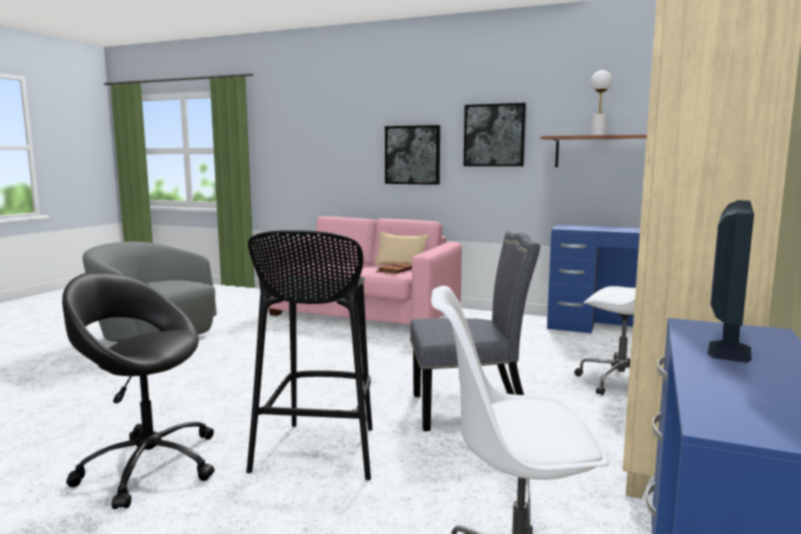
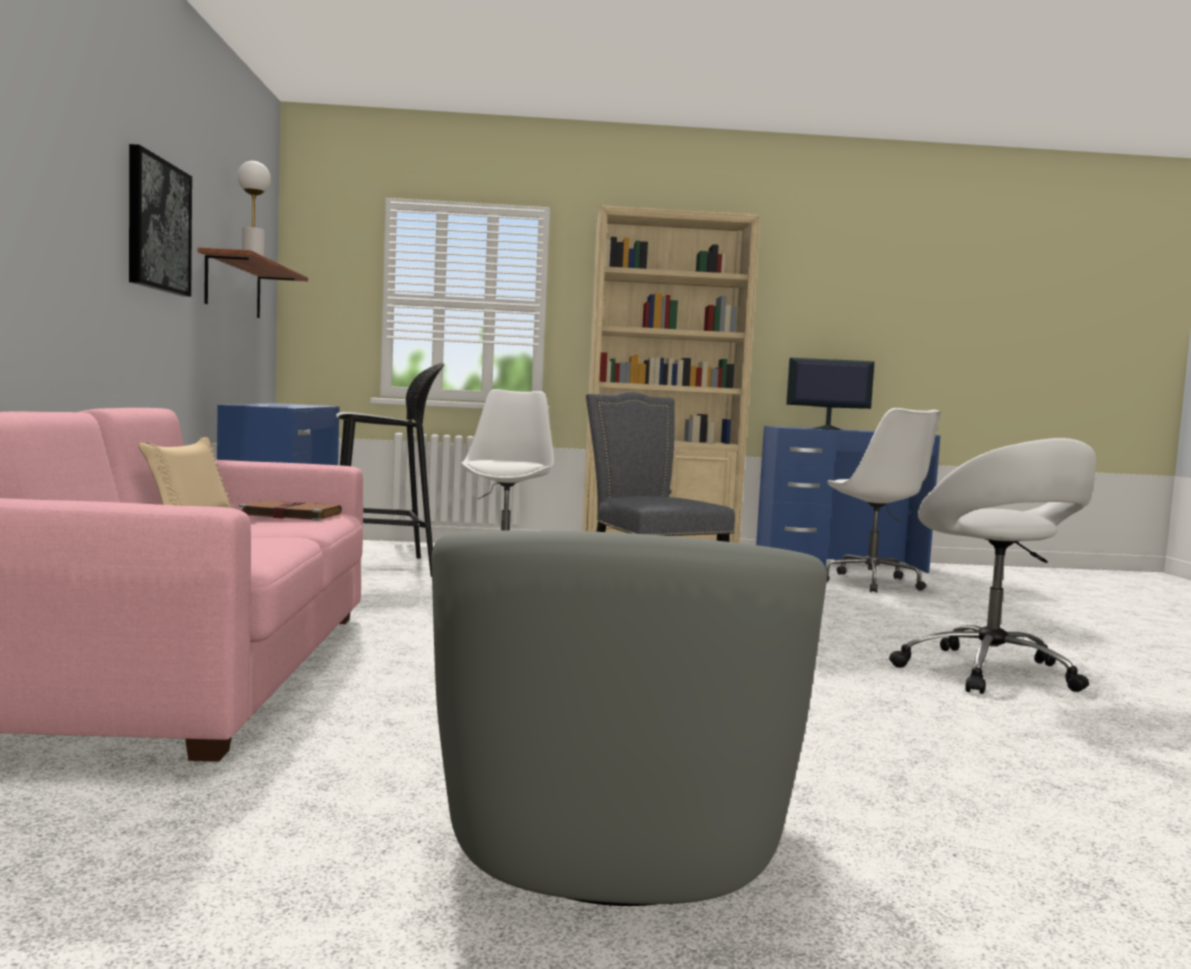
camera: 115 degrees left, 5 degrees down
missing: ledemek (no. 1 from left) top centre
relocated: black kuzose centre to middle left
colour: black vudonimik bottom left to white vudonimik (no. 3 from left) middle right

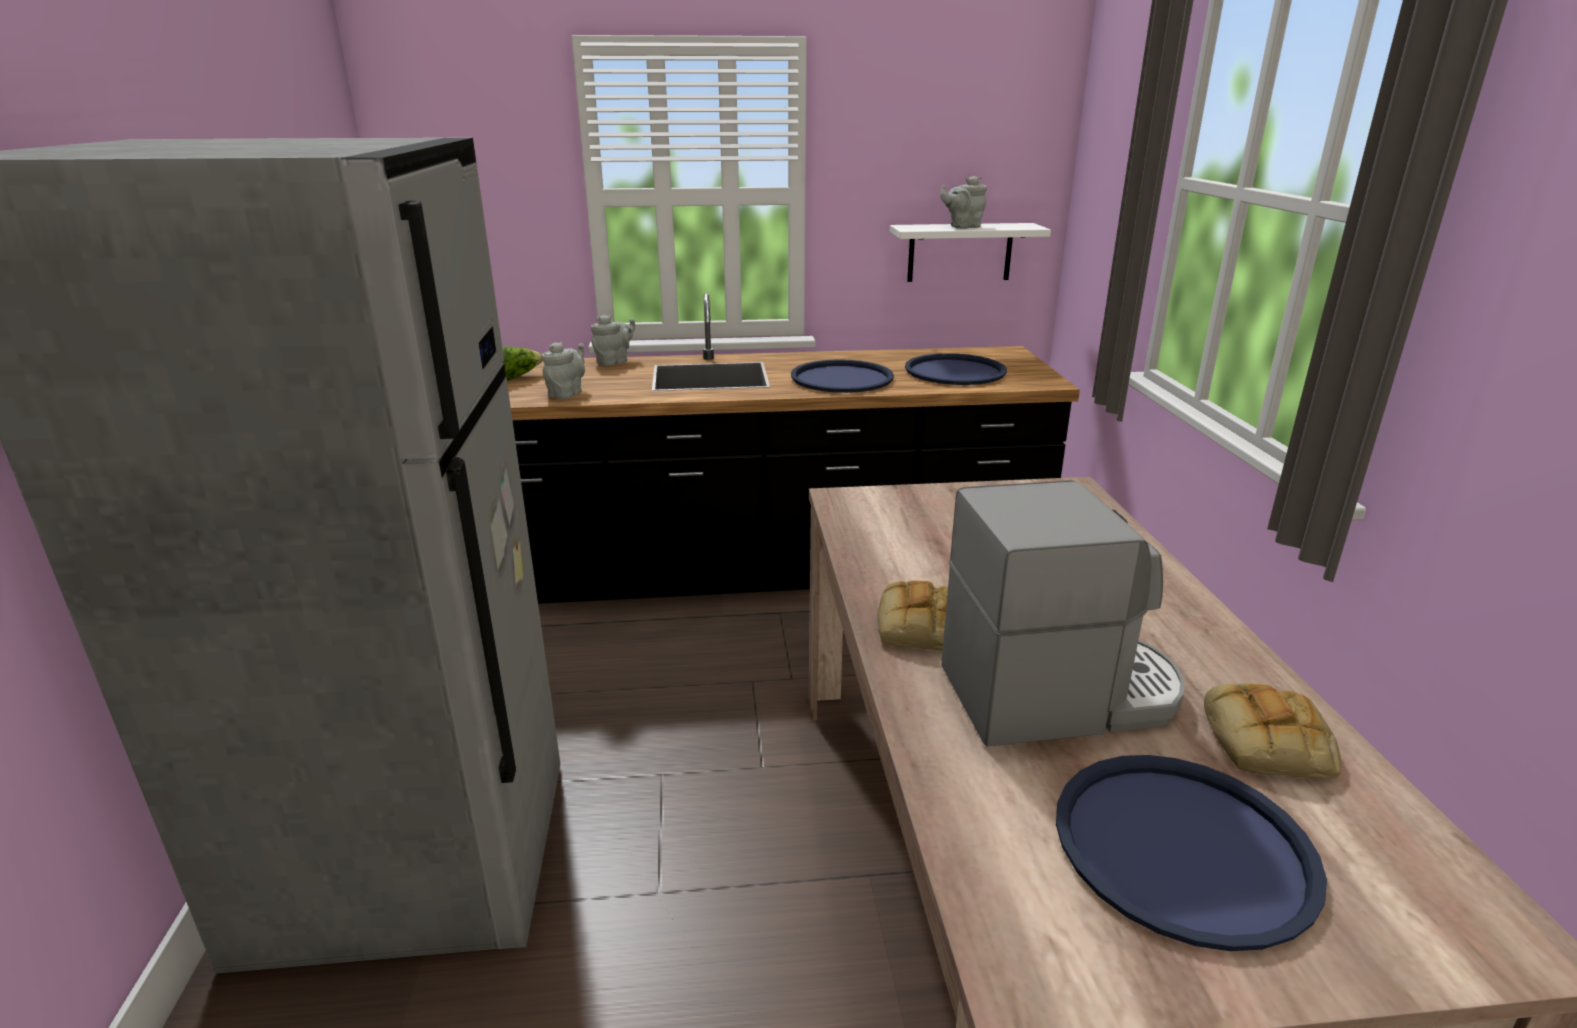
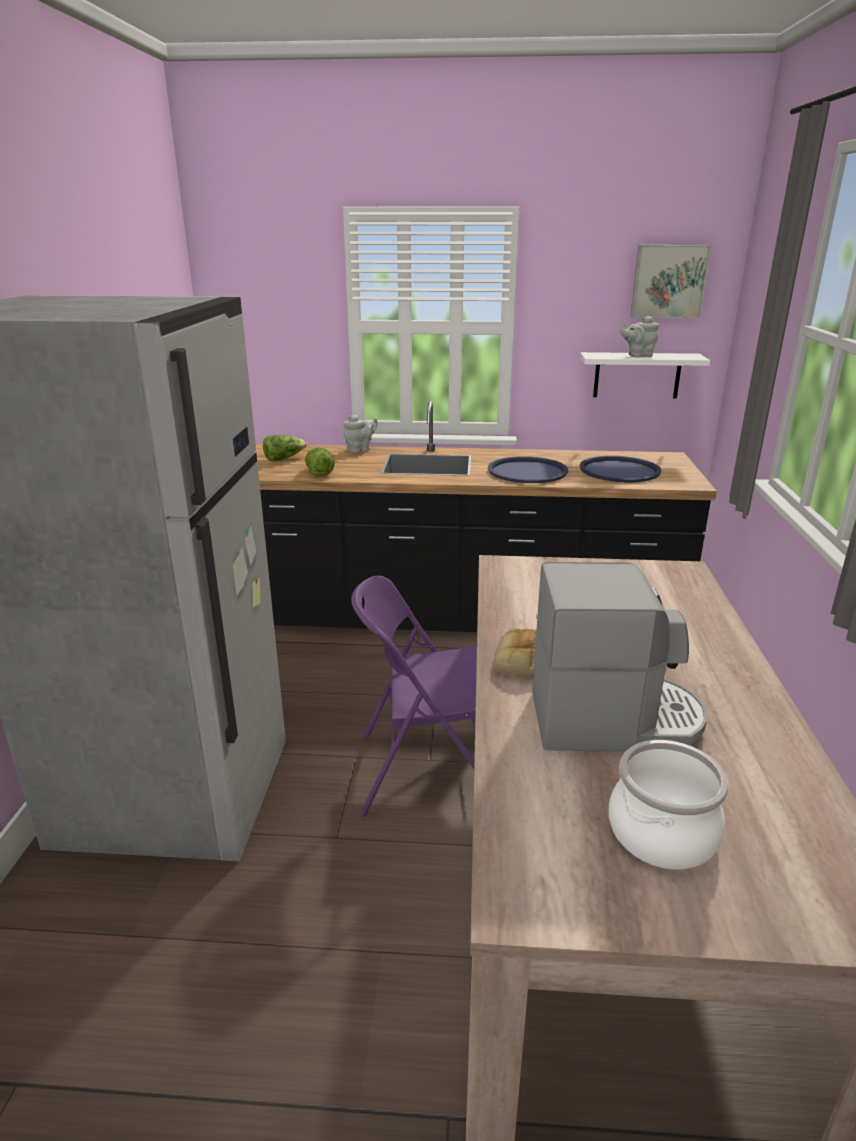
camera: 10 degrees right, 0 degrees up
missing: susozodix (no. 2 from left) bottom right
appeared: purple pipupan centre; ledemek top right
exchanged: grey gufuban (no. 1 from left) centre to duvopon (no. 2 from left) centre; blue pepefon (no. 3 from left) bottom right to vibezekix bottom right

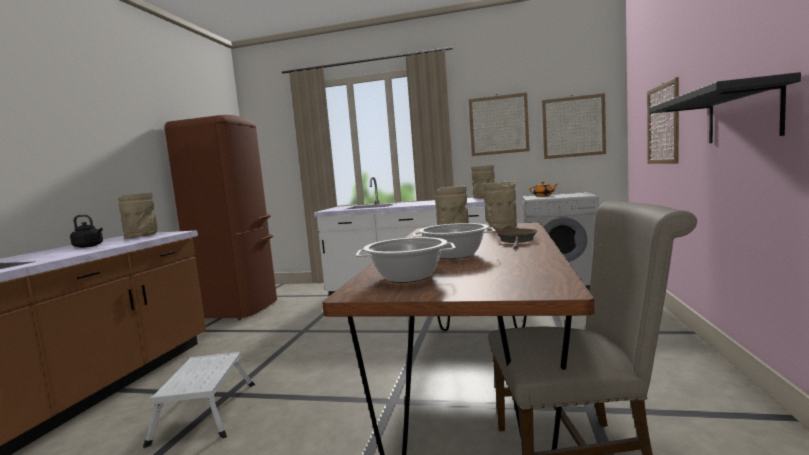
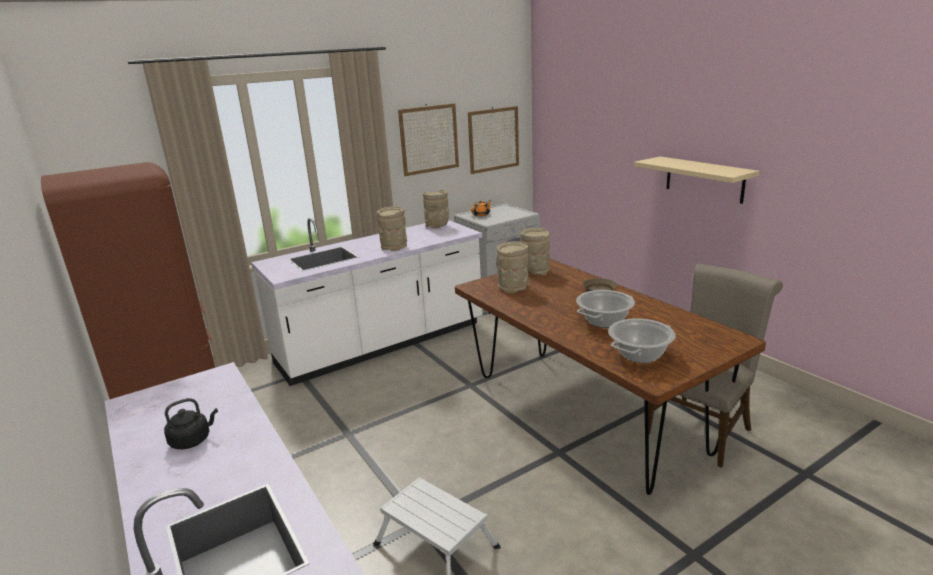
camera: 45 degrees left, 15 degrees up
missing: ledemek (no. 3 from left) top right
relocated: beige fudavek (no. 1 from left) middle left to centre
colour: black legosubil top right to beige legosubil top right

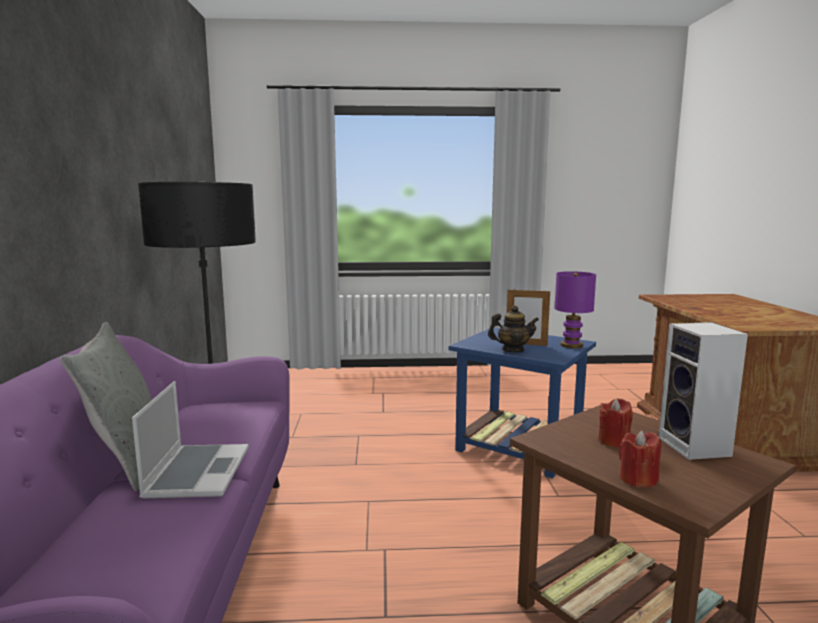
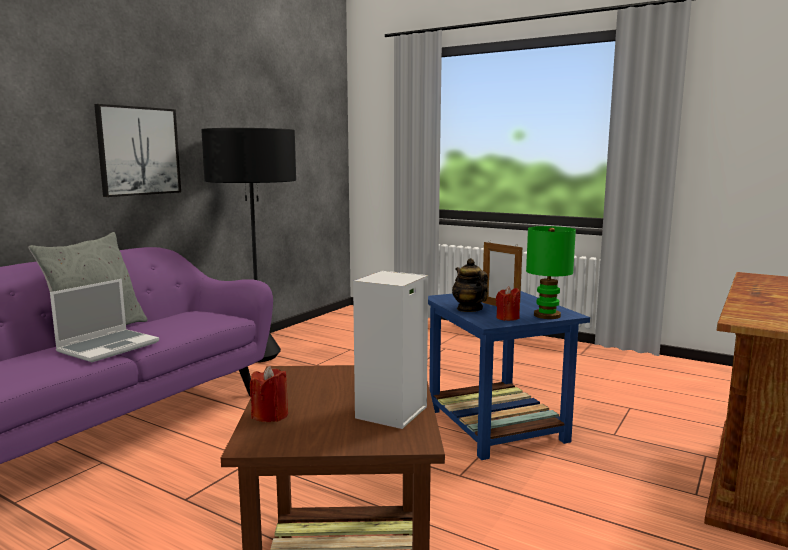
camera: 35 degrees right, 0 degrees up
appeared: ledemek top left
relocated: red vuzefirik (no. 1 from left in the first image) bottom right to red vuzefirik (no. 2 from left) centre
colour: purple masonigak middle right to green masonigak middle right
spun: gufuban centre = centre 150 degrees counterclockwise

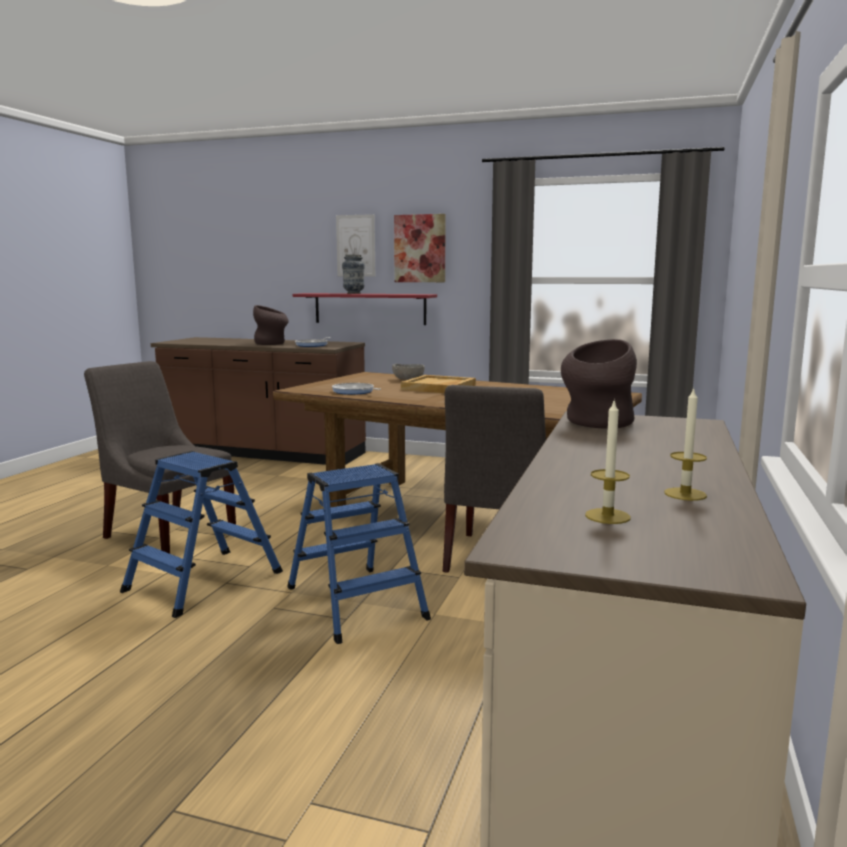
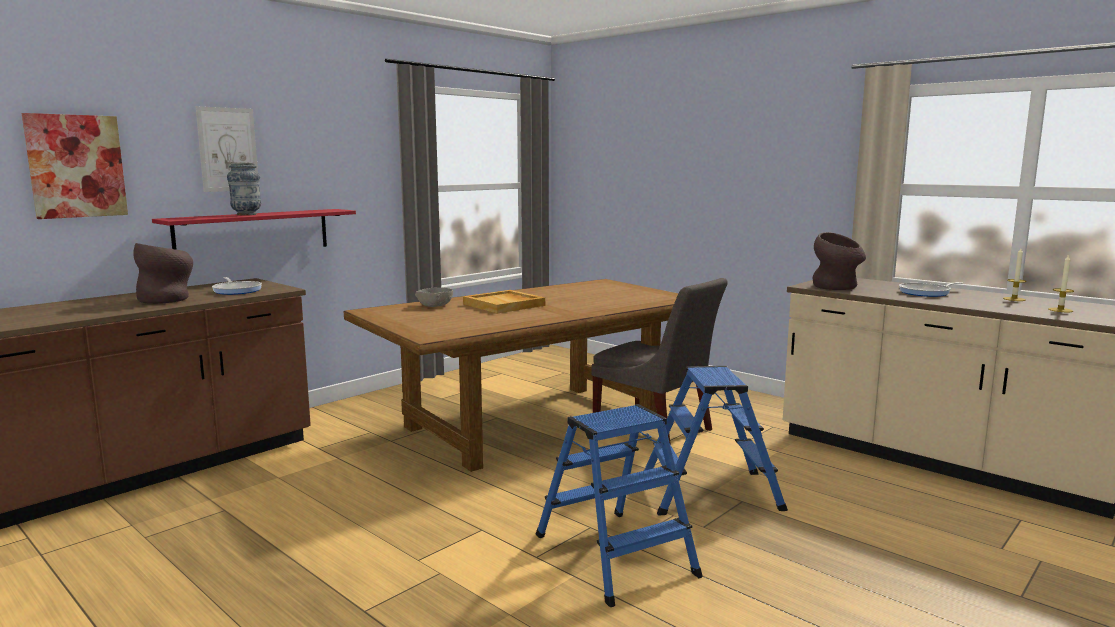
camera: 65 degrees left, 0 degrees up
missing: grey pipupan (no. 1 from left) middle left
relocated: ledemek (no. 2 from left in the first image) top centre to ledemek (no. 1 from left) top left; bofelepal (no. 2 from left) centre to middle right

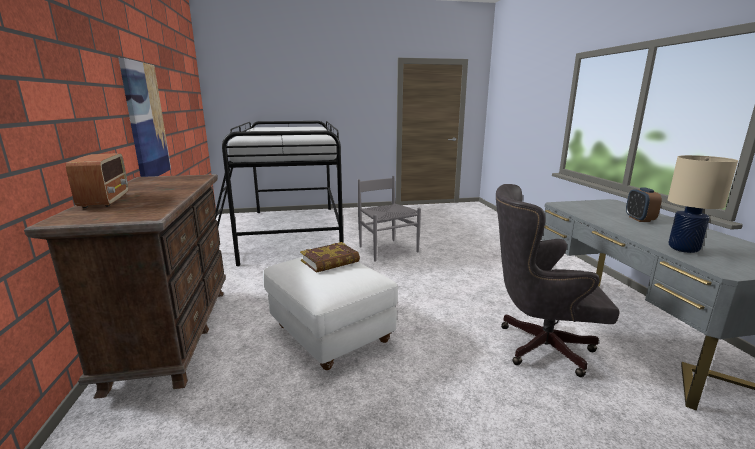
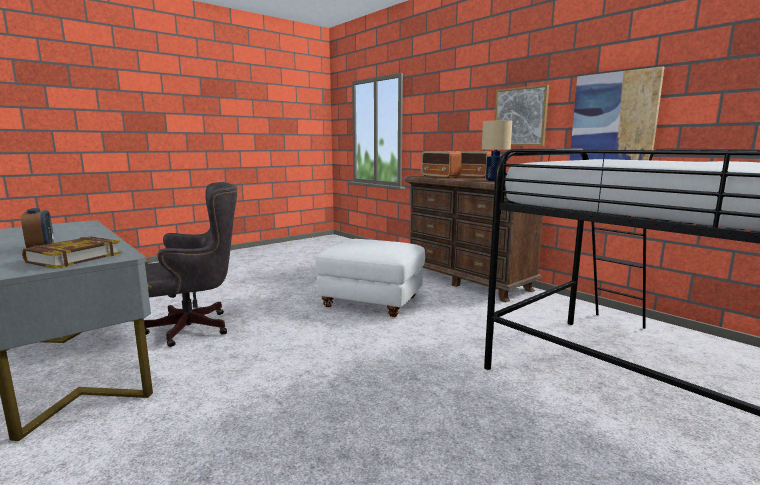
camera: 150 degrees right, 5 degrees down
missing: grey pipupan centre
appeared: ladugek (no. 1 from left) centre; ledemek (no. 1 from left) top right
relocated: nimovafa centre to middle left; beige masonigak middle right to top centre

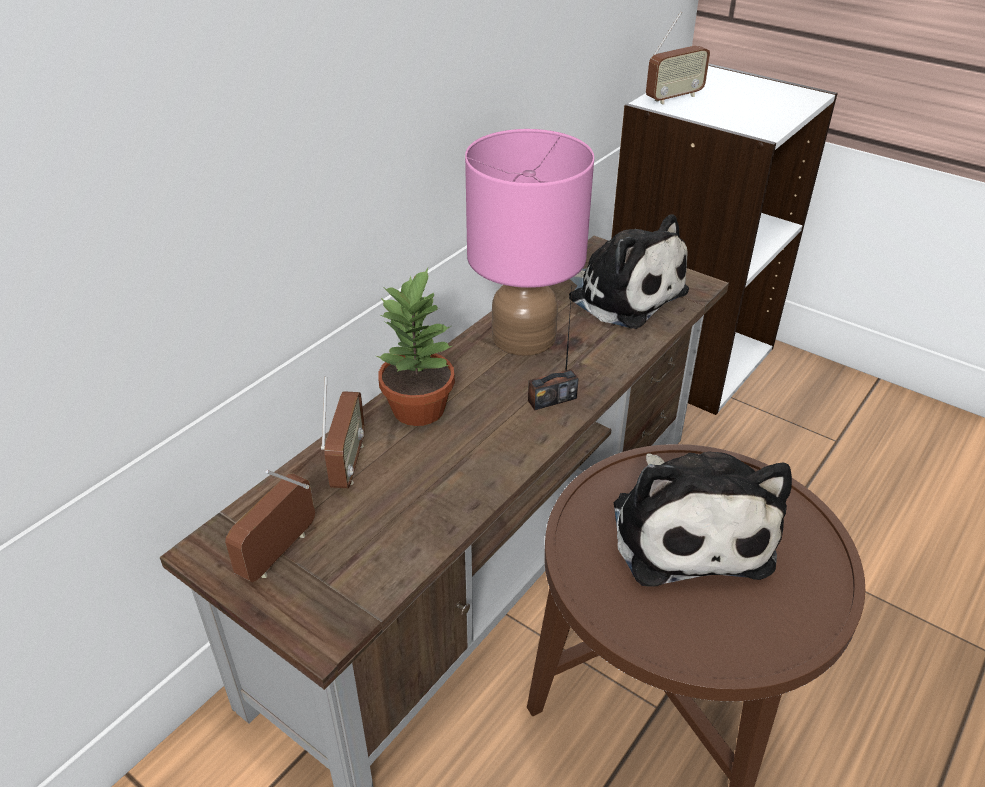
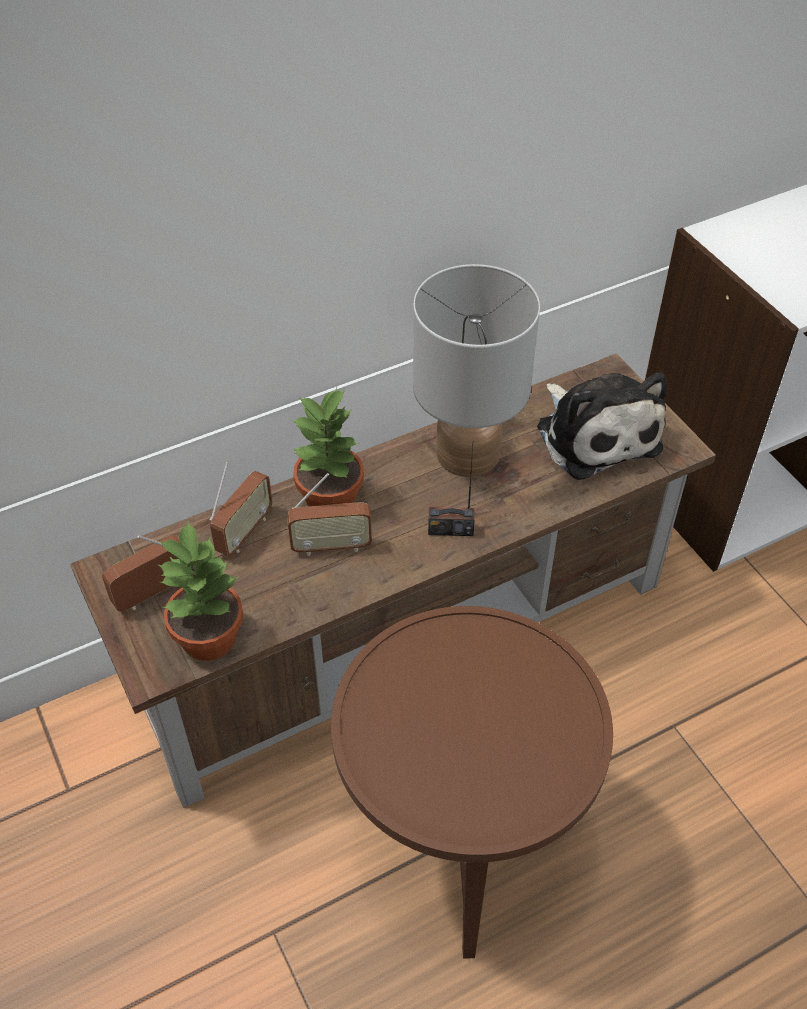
camera: 25 degrees right, 10 degrees up
missing: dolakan (no. 2 from left) middle right
appeared: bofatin (no. 1 from left) middle left
relocated: ladugek (no. 4 from left in the first image) top right to ladugek (no. 3 from left) centre
colour: pink masonigak top centre to grey masonigak centre

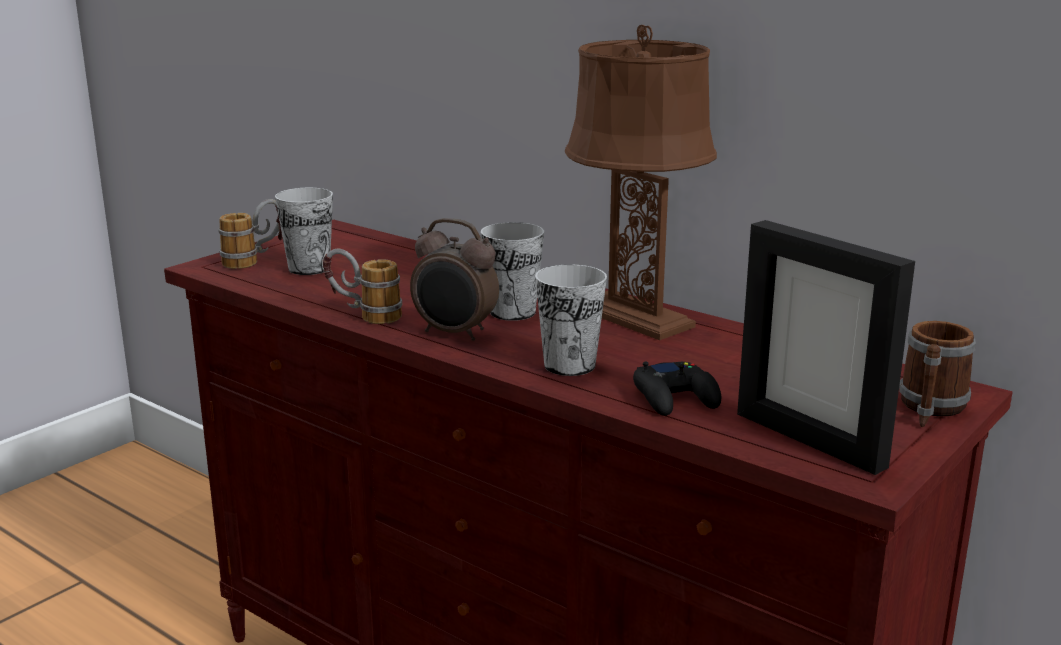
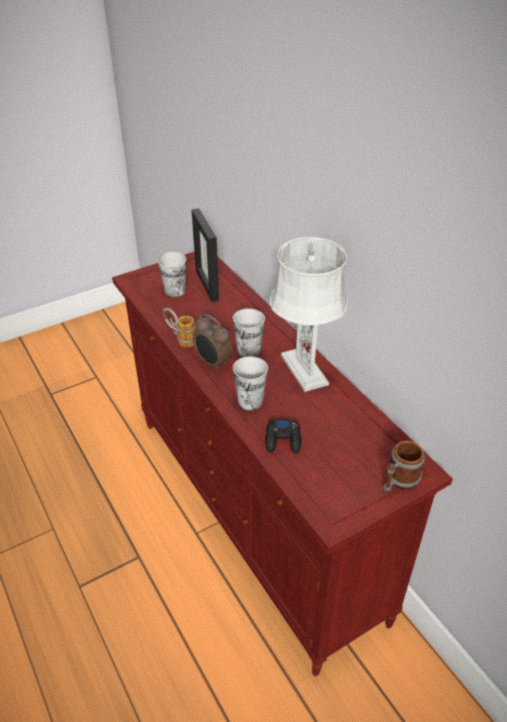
camera: 20 degrees right, 20 degrees up
missing: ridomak (no. 1 from left) middle left
relocated: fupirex middle right to centre
colour: brown masonigak top centre to grey masonigak centre

